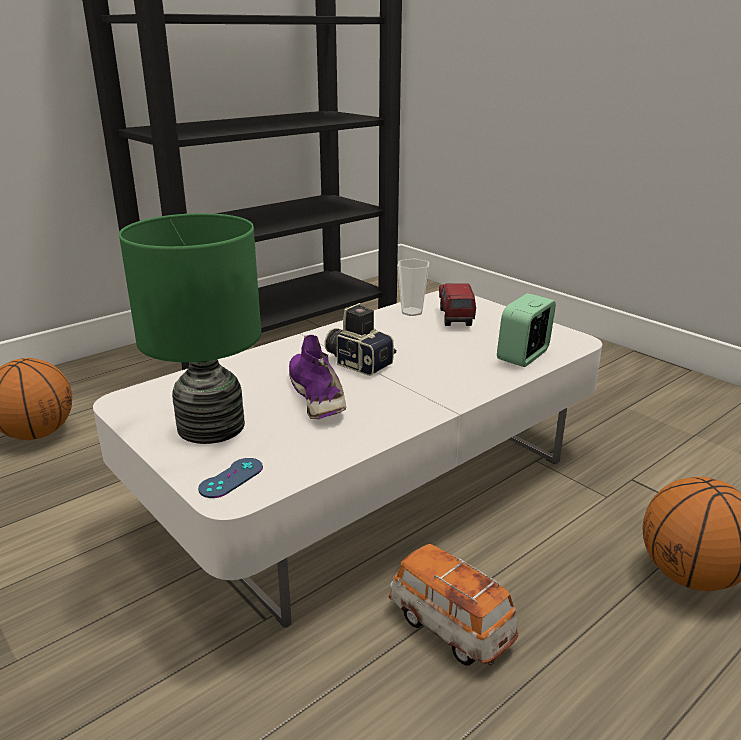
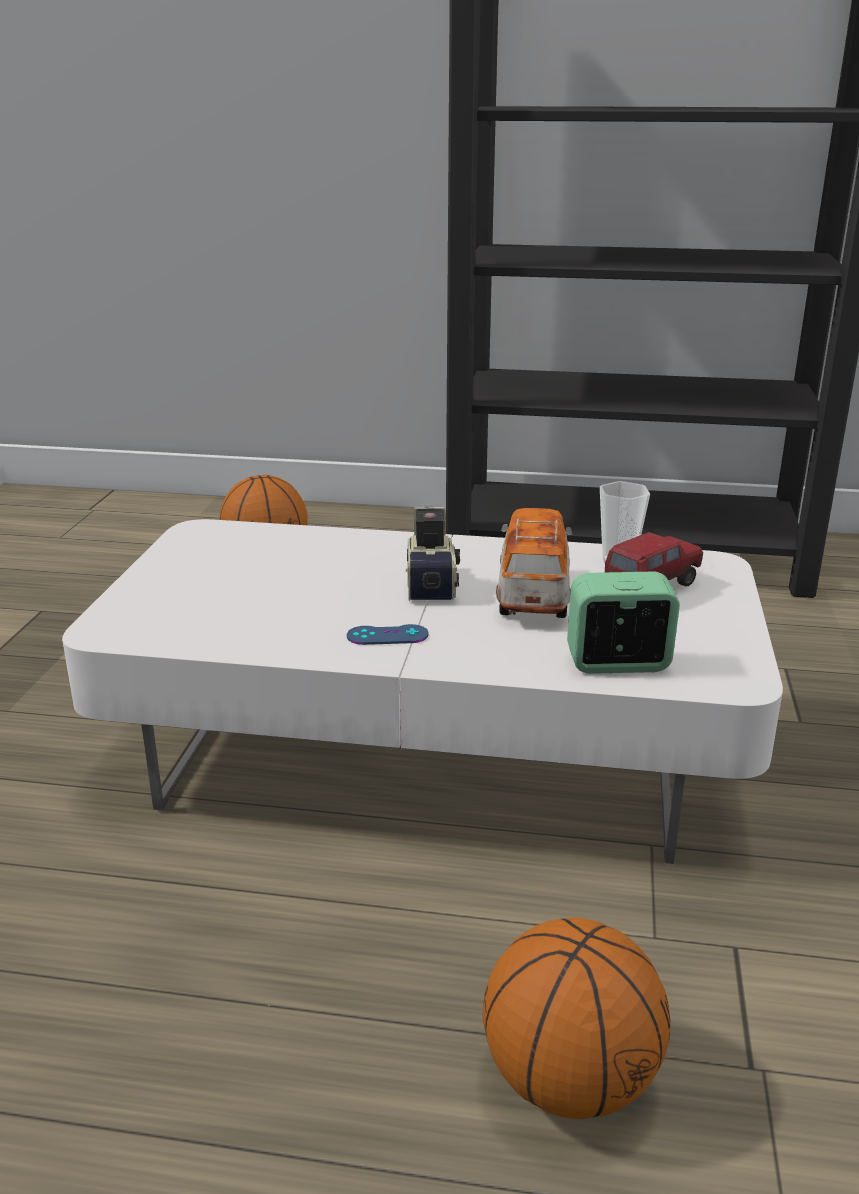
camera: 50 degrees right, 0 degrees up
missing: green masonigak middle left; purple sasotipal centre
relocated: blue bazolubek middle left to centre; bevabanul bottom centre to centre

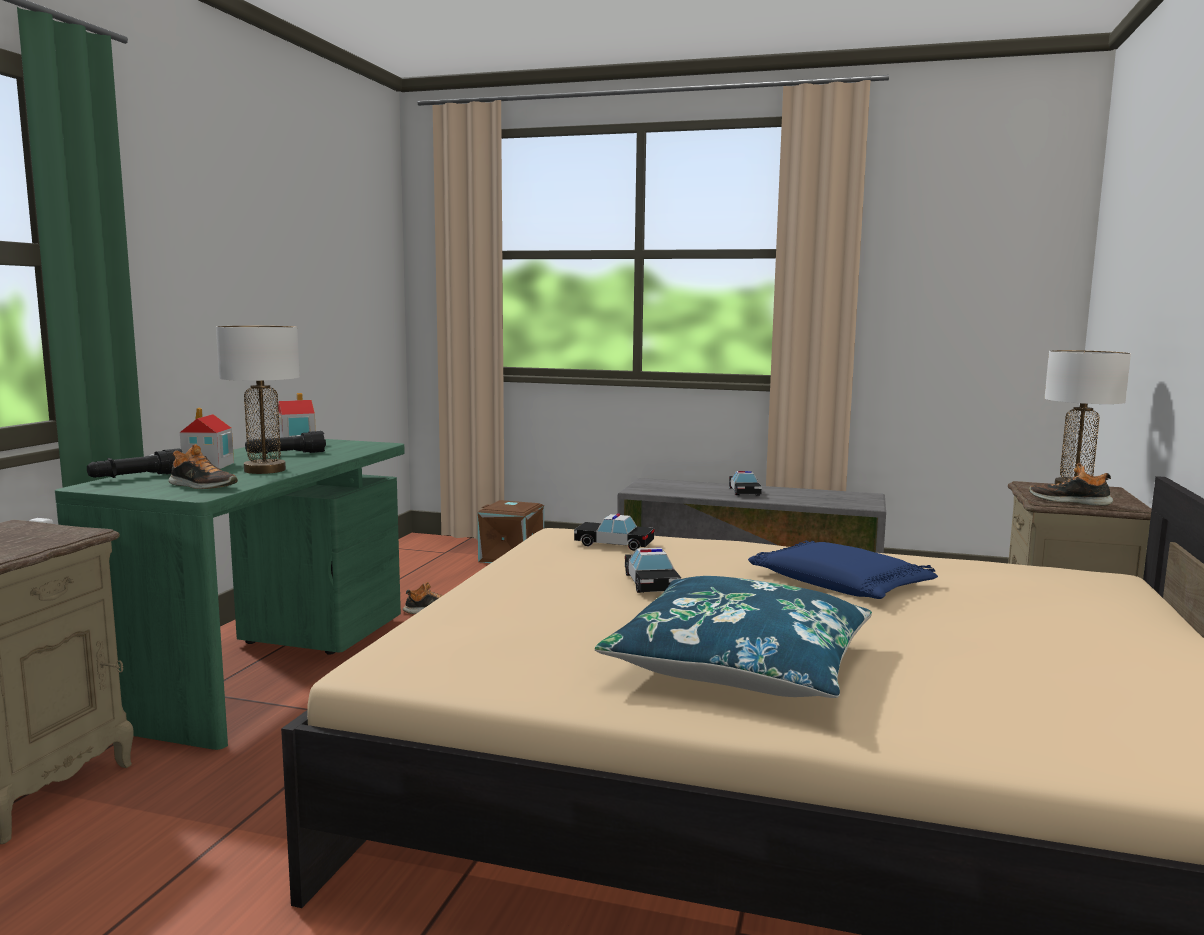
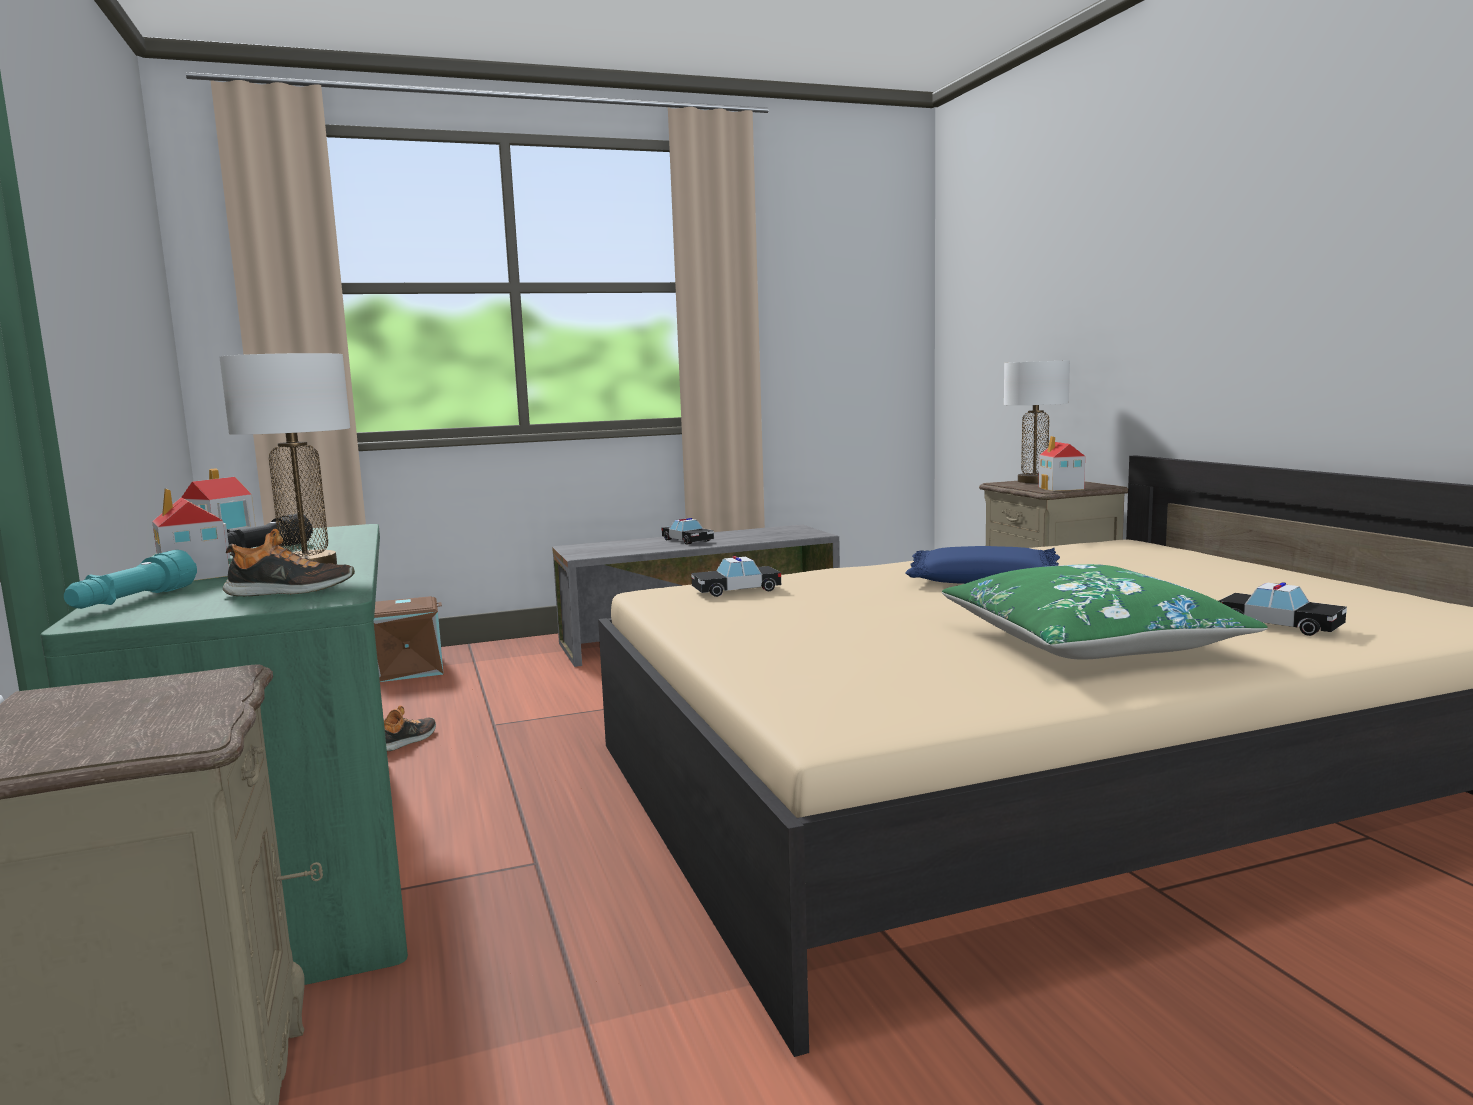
camera: 35 degrees left, 0 degrees up
relocated: bevabanul (no. 2 from left in the first image) centre to bevabanul (no. 3 from left) middle right
exchanged: sasotipal (no. 3 from left) middle right to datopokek (no. 3 from left) middle right
colour: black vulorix (no. 1 from left) middle left to turquoise vulorix middle left; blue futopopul (no. 1 from left) bottom centre to green futopopul middle right

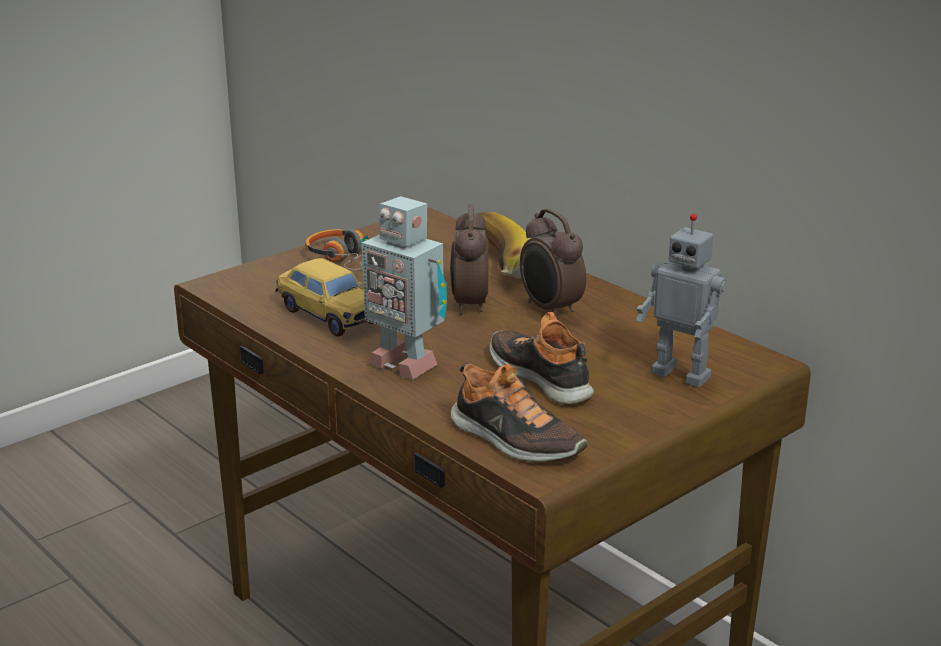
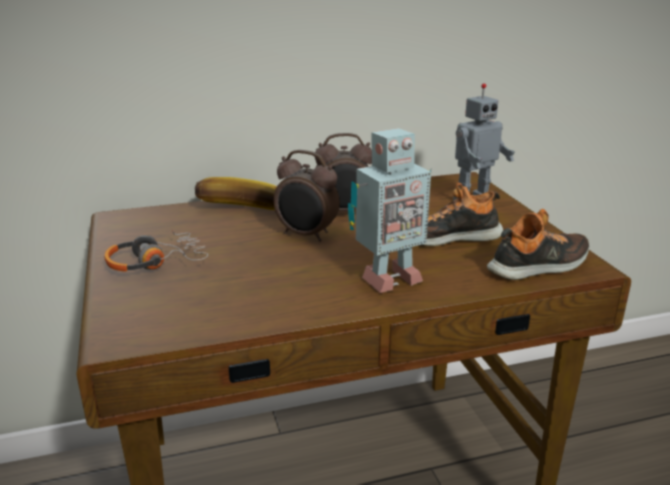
camera: 65 degrees left, 0 degrees up
missing: bevabanul centre

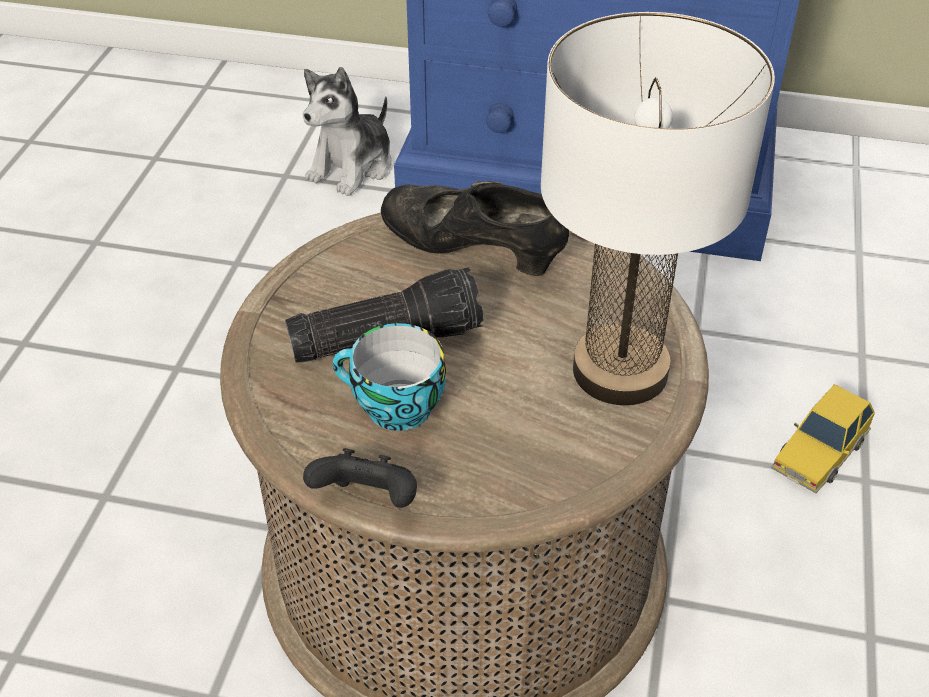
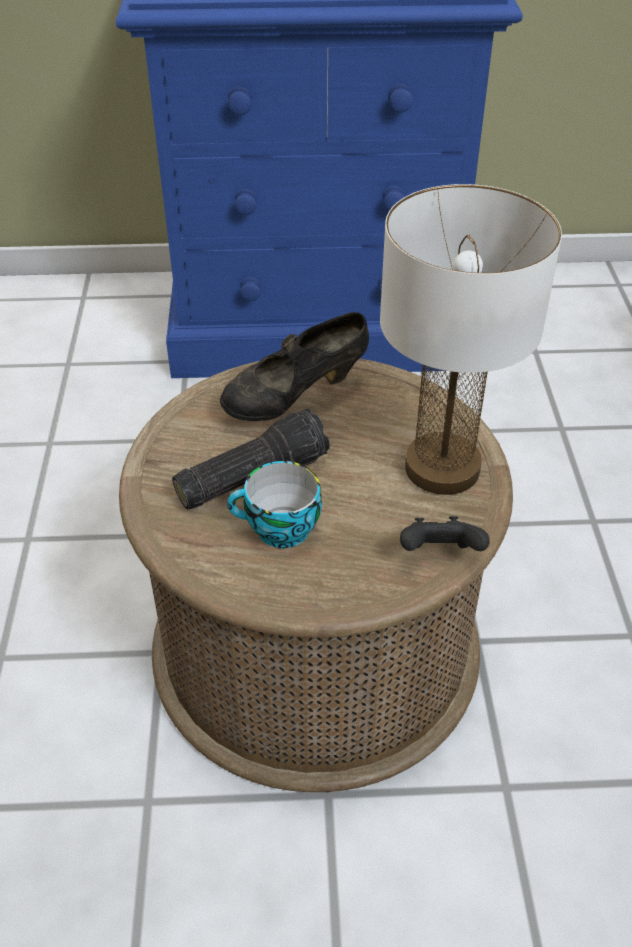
camera: 15 degrees left, 0 degrees up
missing: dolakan top centre; bevabanul middle right
relocated: black bazolubek bottom centre to middle right
spun: black sasotipal top centre = centre 45 degrees counterclockwise

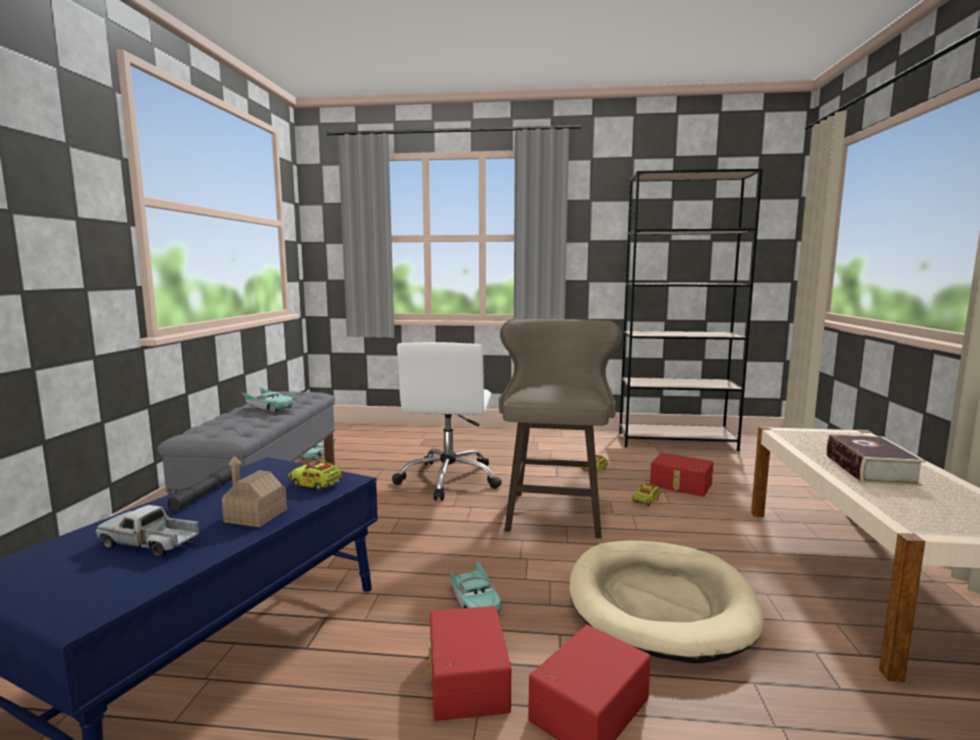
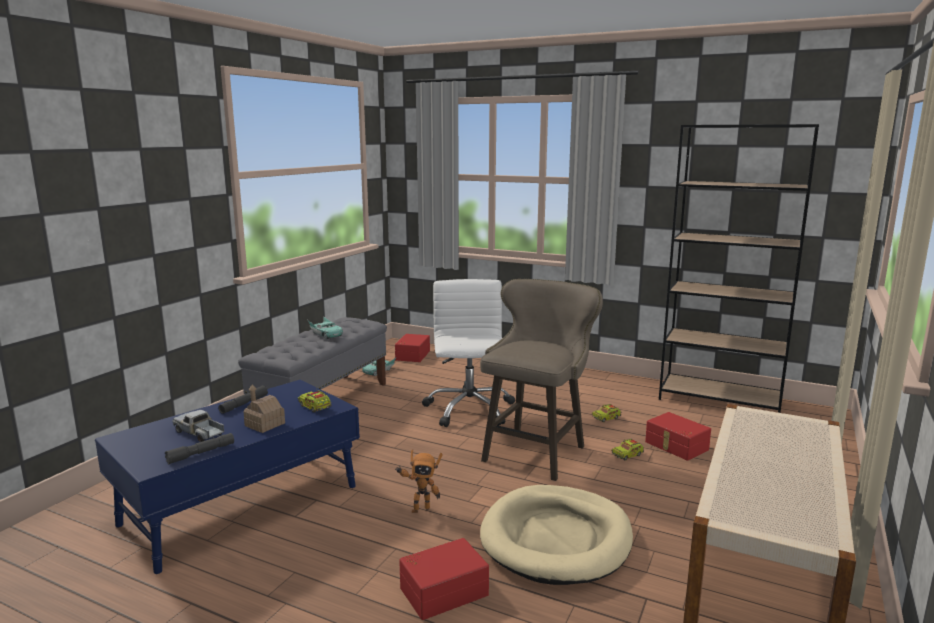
camera: 20 degrees right, 5 degrees up
missing: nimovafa middle right
appeared: grey vulorix (no. 1 from left) bottom left
relocated: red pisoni (no. 1 from left) bottom centre to centre
exchanged: turquoise bevabanul (no. 3 from left) bottom centre to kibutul bottom centre
spun: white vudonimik centre = centre 150 degrees clockwise

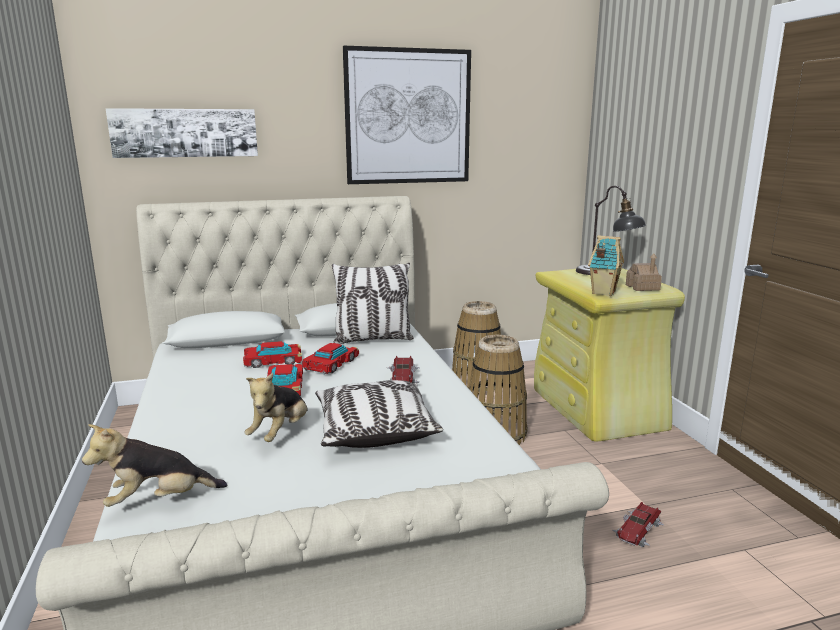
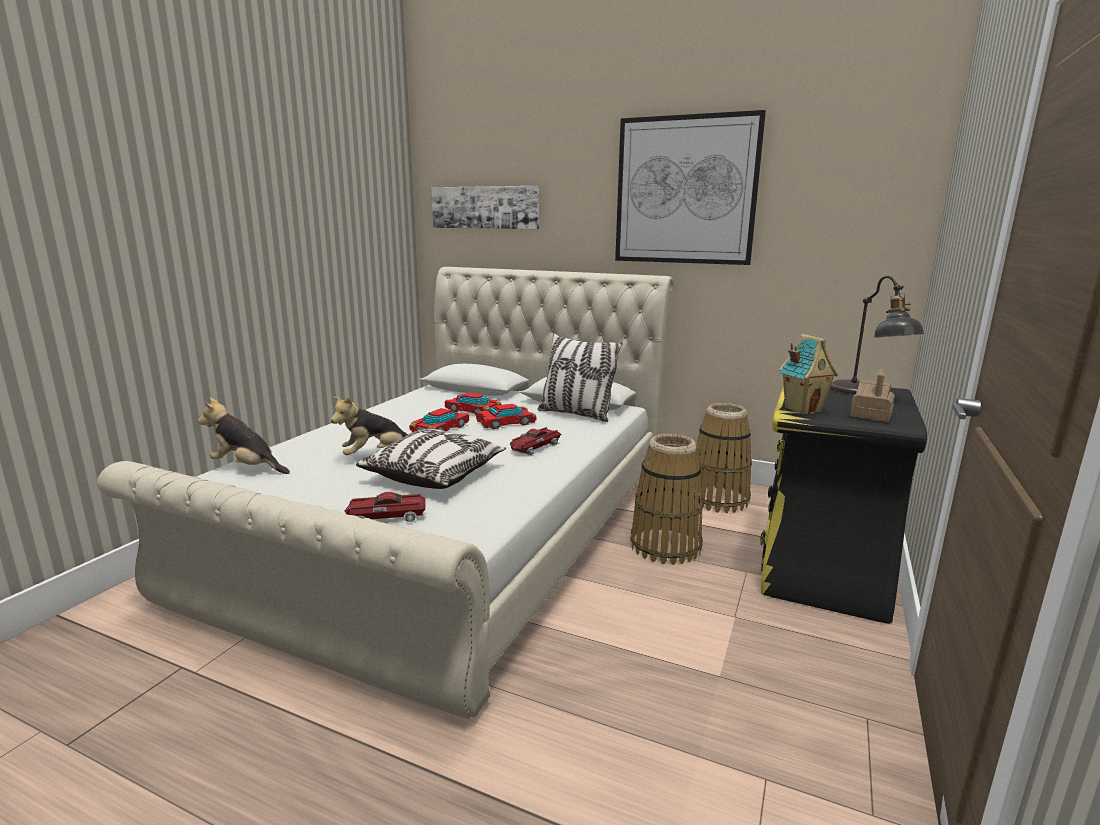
camera: 40 degrees right, 0 degrees up
relocated: bevabanul (no. 5 from left in the first image) bottom right to bevabanul (no. 1 from left) centre
colour: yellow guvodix middle right to black guvodix middle right

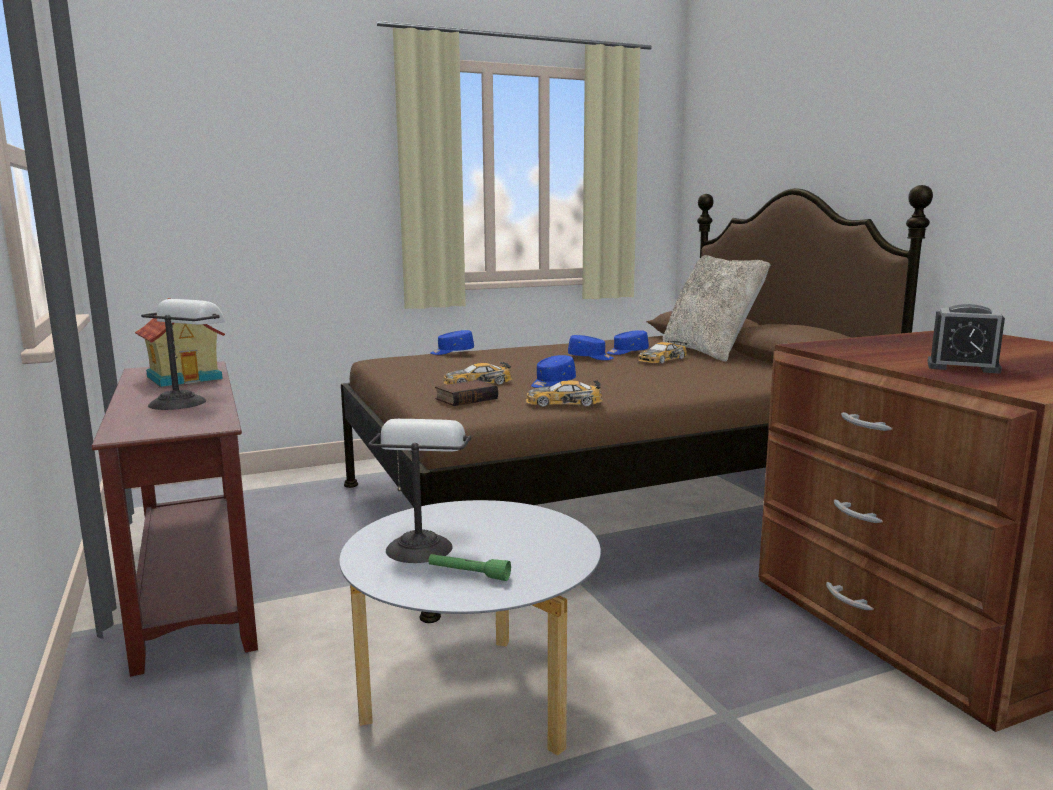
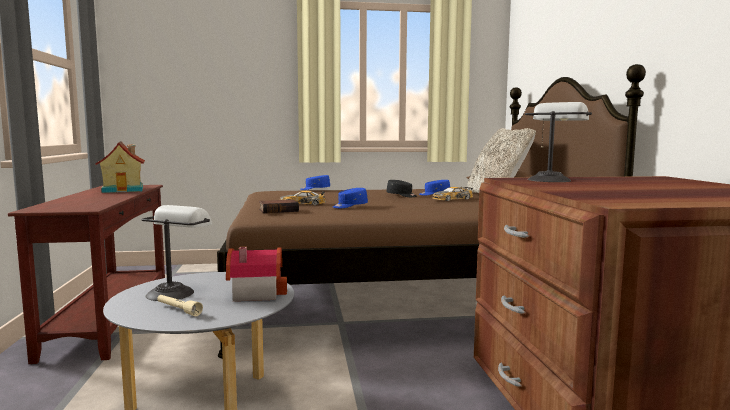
camera: 15 degrees right, 5 degrees down
missing: bevabanul (no. 2 from left) centre; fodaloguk middle right
appeared: datopokek (no. 2 from left) bottom centre
relocated: masonigak (no. 1 from left in the first image) middle left to masonigak (no. 2 from left) middle right
colour: green vulorix bottom centre to beige vulorix bottom left; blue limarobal (no. 3 from left) centre to black limarobal centre

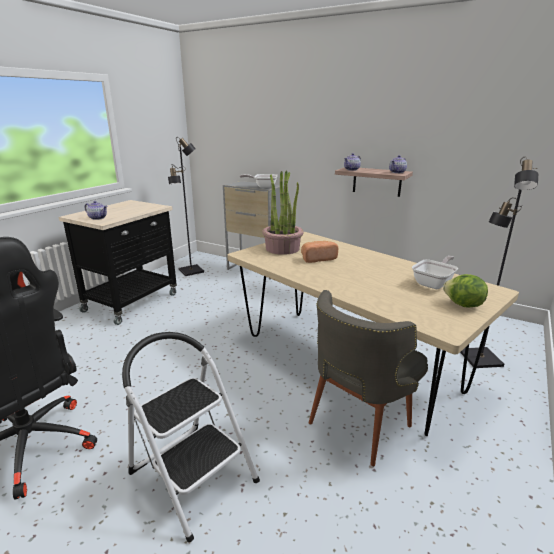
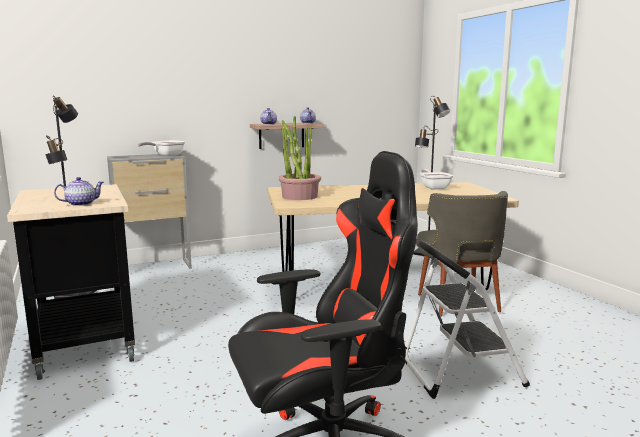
camera: 55 degrees left, 10 degrees down
missing: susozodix centre; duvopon middle right

